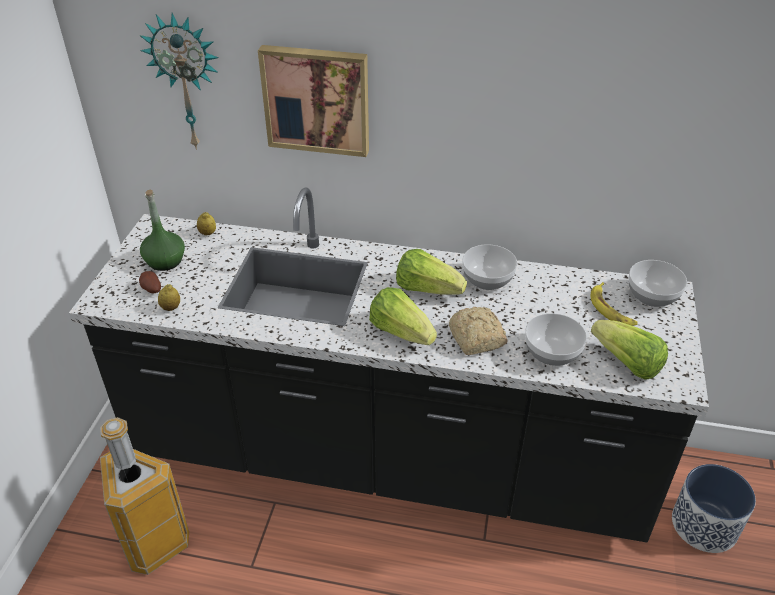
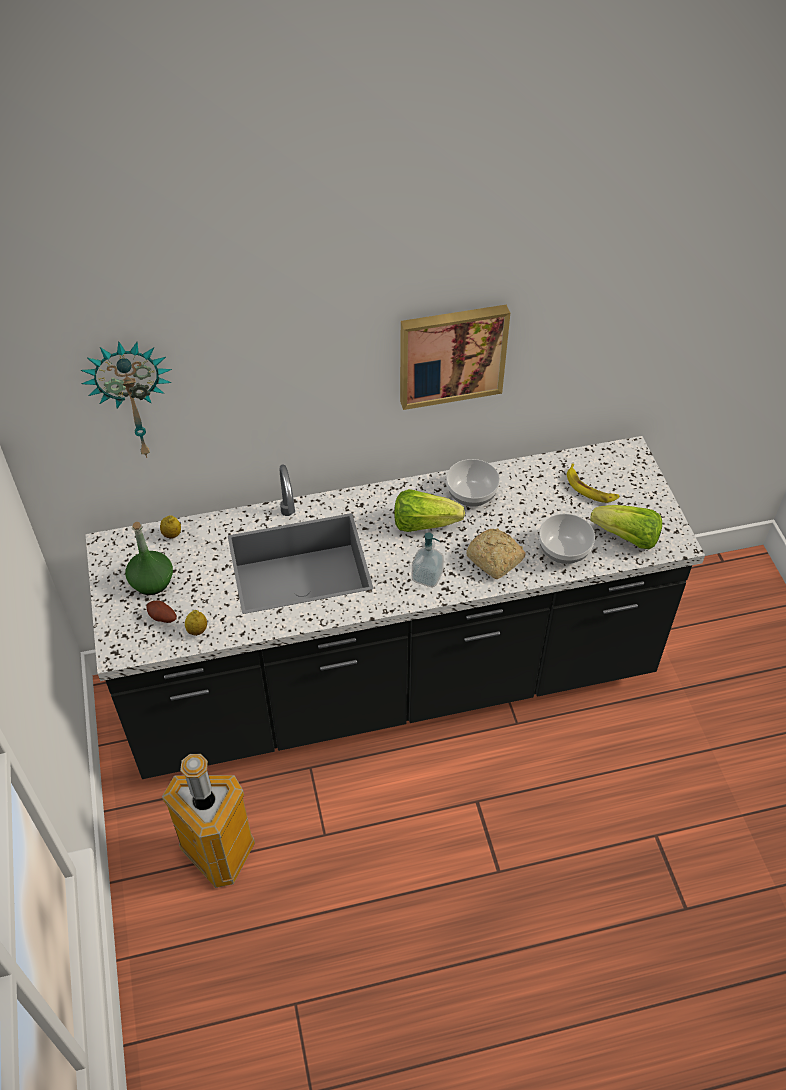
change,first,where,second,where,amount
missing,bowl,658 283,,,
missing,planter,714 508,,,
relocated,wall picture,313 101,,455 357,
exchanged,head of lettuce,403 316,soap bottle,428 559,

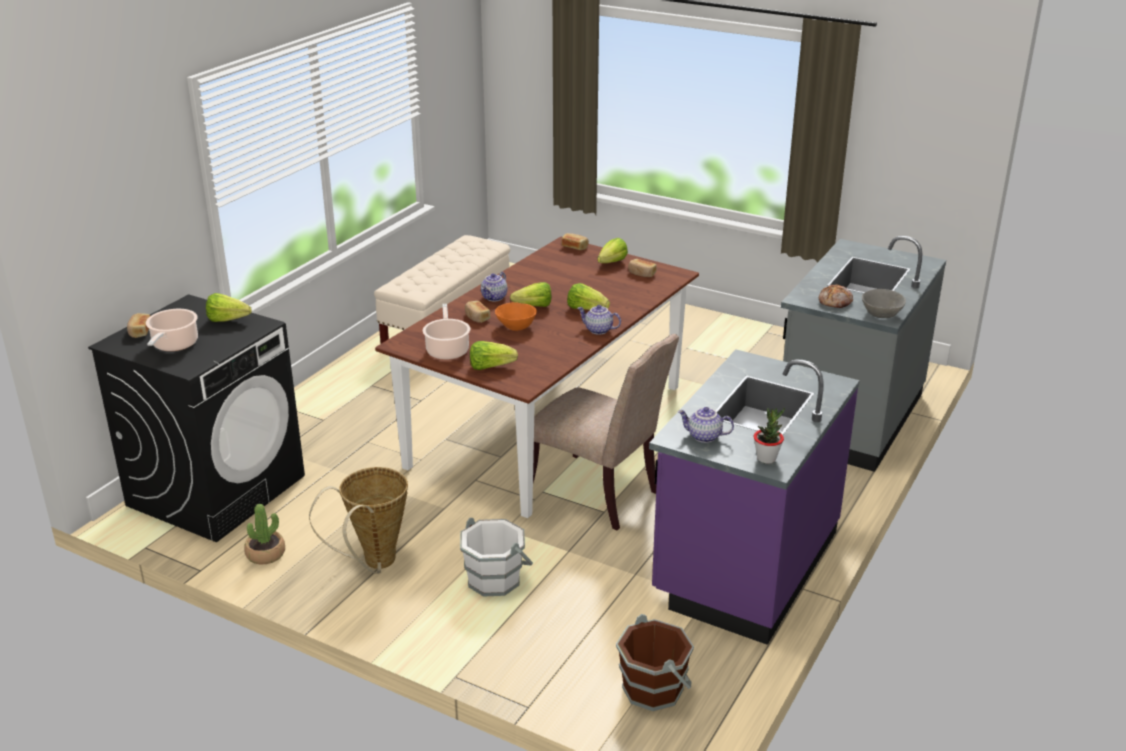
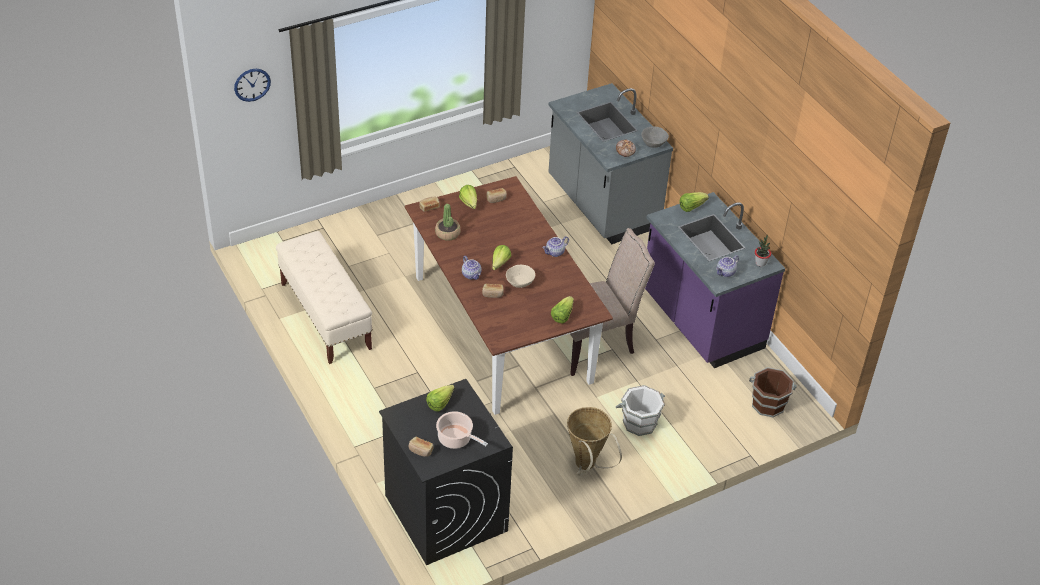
change,first,where,second,where,amount
missing,saucepot,446 332,,,
appeared,,,wall clock,252 85,
relocated,plant in a pot,264 534,,448 222,
relocated,head of lettuce,588 296,,694 202,
colour,bowl (orangey),516 316,bowl (beige-coloured),520 276,

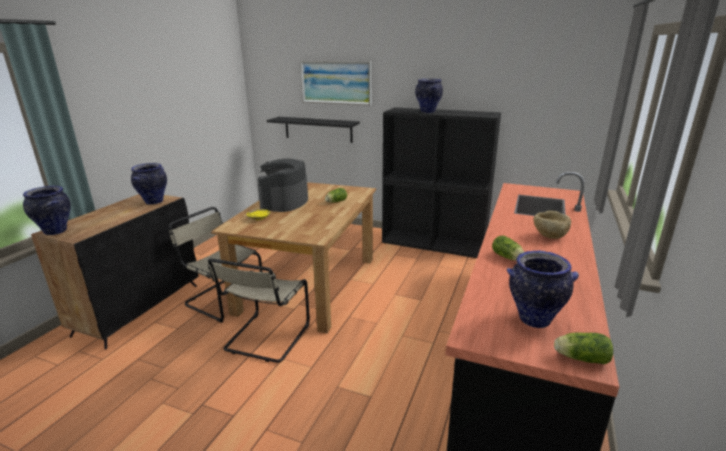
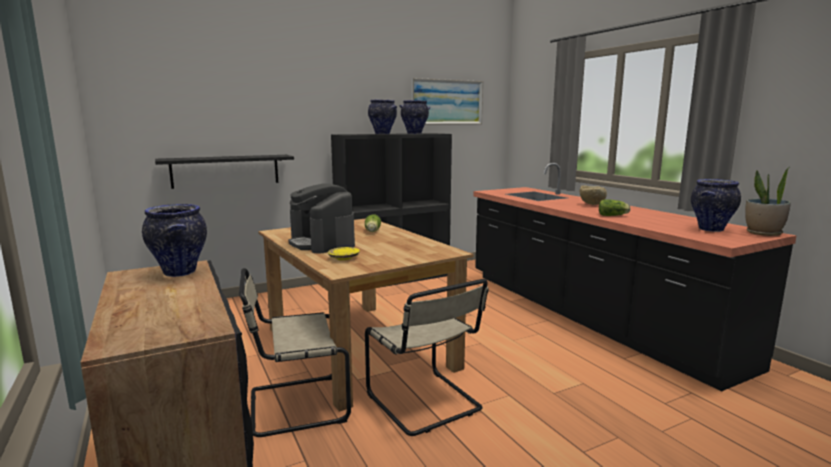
change,first,where,second,where,amount
relocated,flower vase,47 210,,415 117,
relocated,wall picture,335 83,,447 101,
exchanged,head of lettuce,583 348,plant in a pot,768 202,

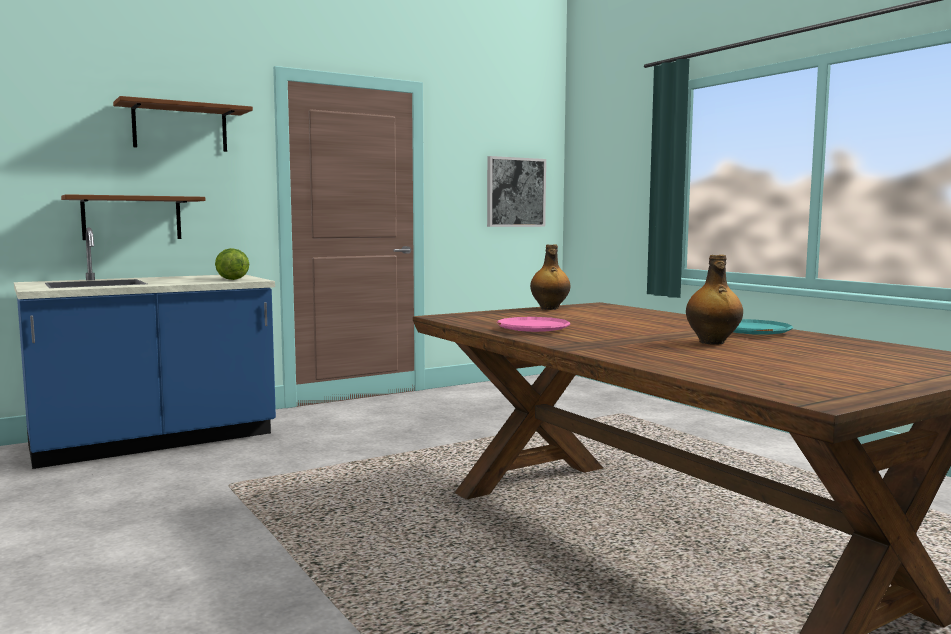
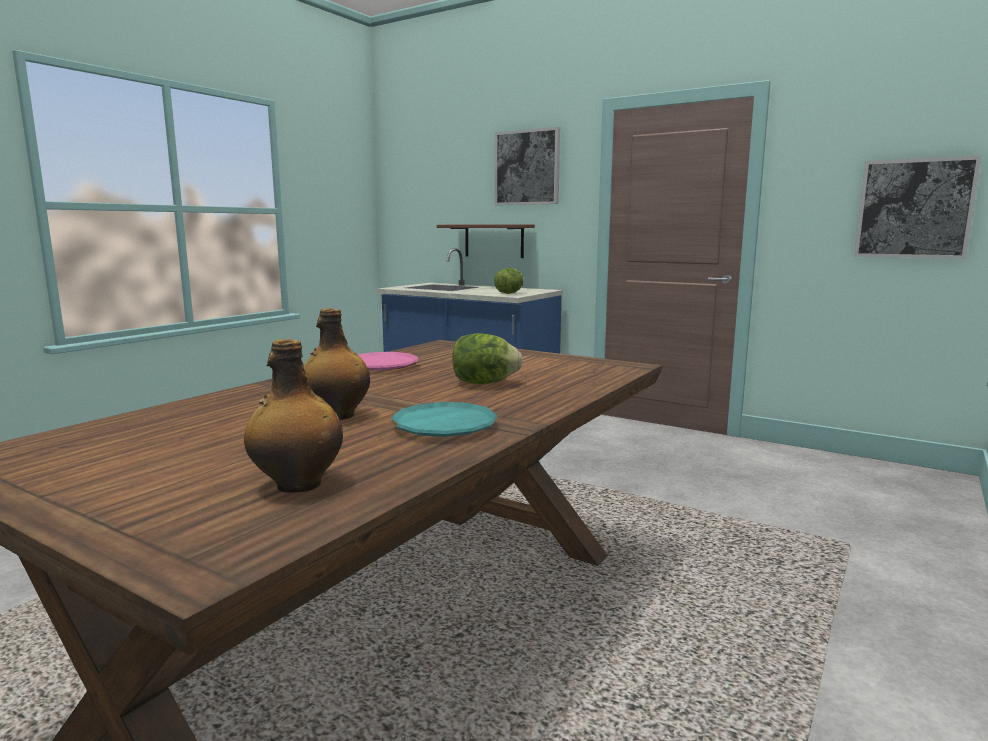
change,first,where,second,where,amount
appeared,,,head of lettuce,488 358,
relocated,beverage bottle,550 277,,293 416,
exchanged,wall shelf (brown),183 124,wall picture,527 166,

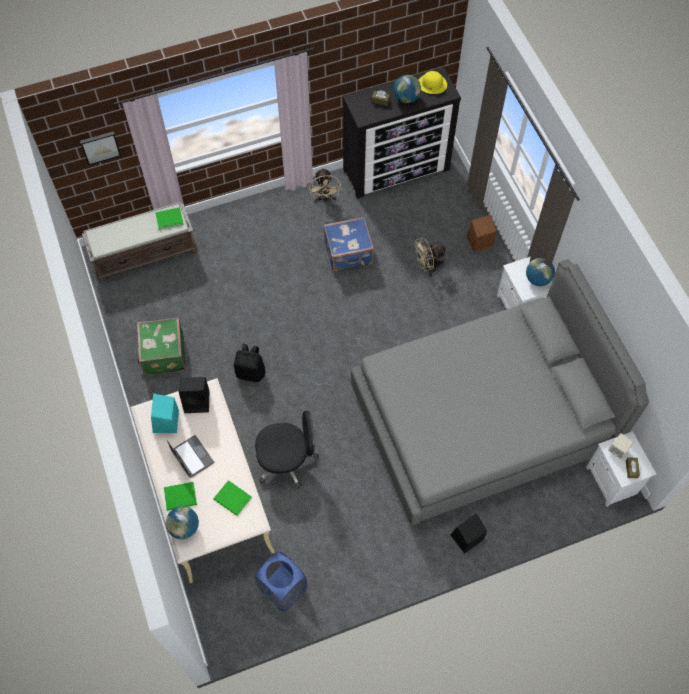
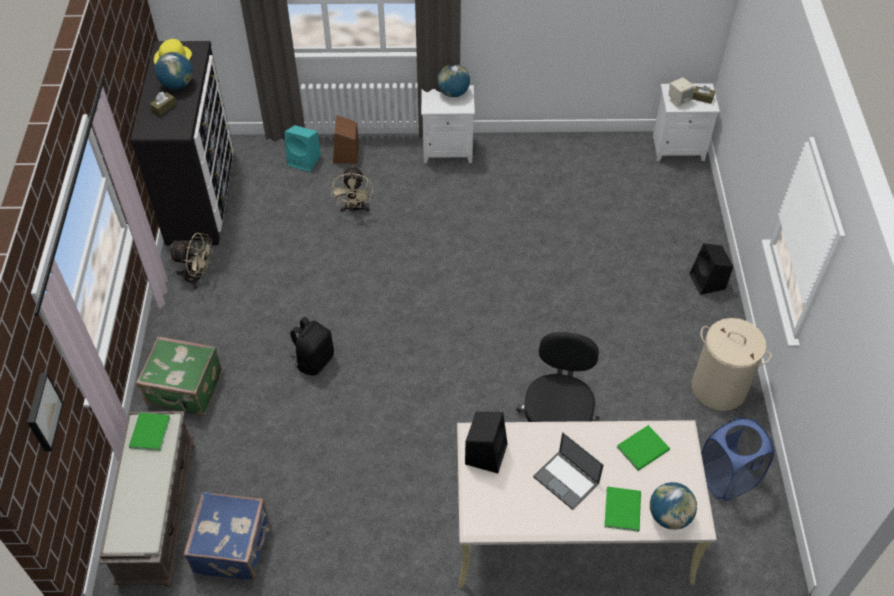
change,first,where,second,where,amount
missing,bedroom bed (greyish),500 392,,,
appeared,,,hamper (beige-coloured),732 364,
relocated,suitcase (green),161 346,,179 376,
relocated,audio speaker (turquoise),165 413,,302 148,
relocated,rucksack (blackish),249 363,,312 346,
relocated,suitcase (blue),348 244,,227 536,
spun,portable computer,191 456,,568 471,120 degrees counterclockwise

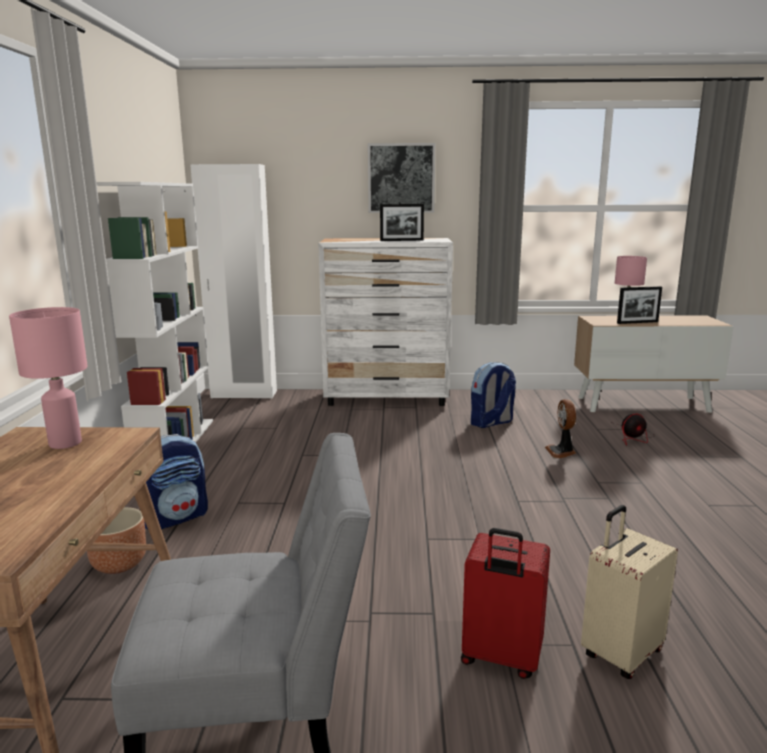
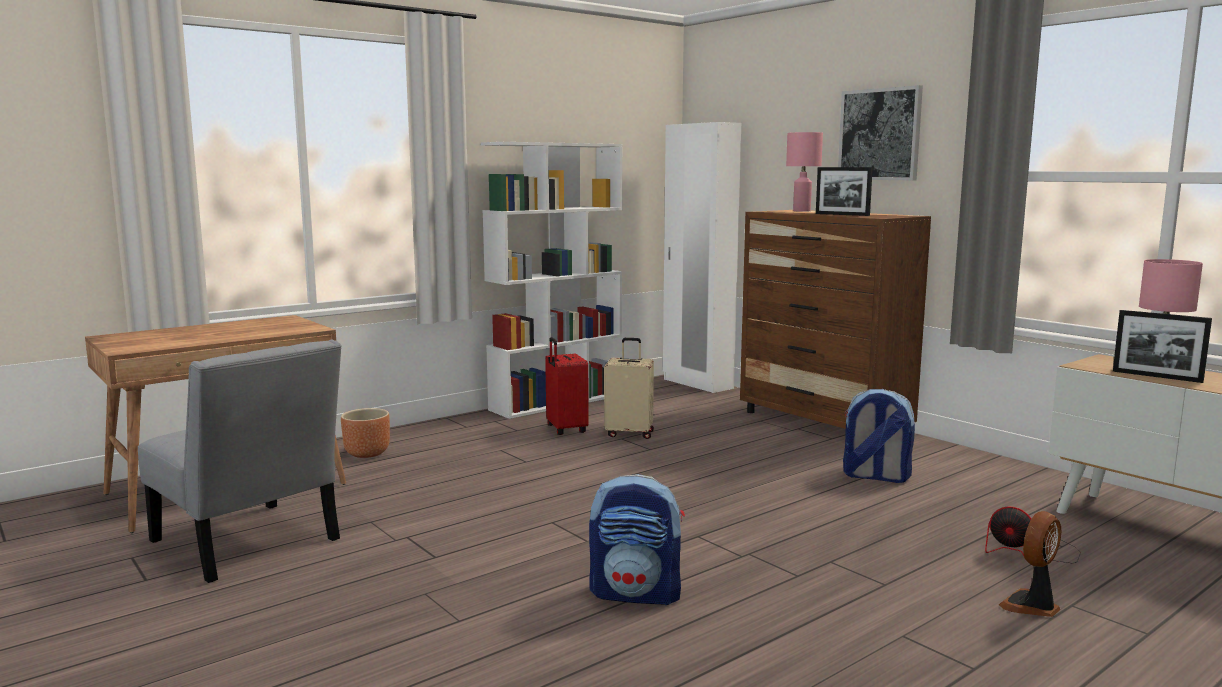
change,first,where,second,where,amount
relocated,table lamp (pink),48 378,,804 172,
relocated,rucksack,176 481,,637 539,
relocated,suitcase (red),505 603,,567 386,
relocated,cooling fan,560 428,,1030 564,
relocated,suitcase (beige-coloured),629 592,,629 388,
colour,chest of drawers (white),385 322,chest of drawers (brown),835 319,

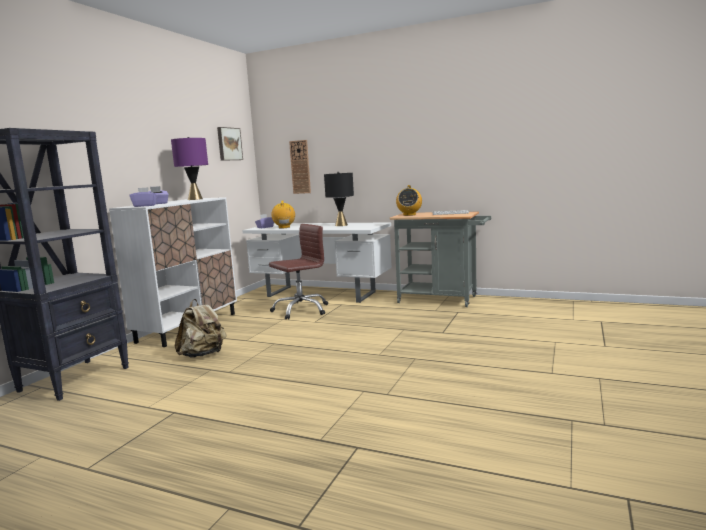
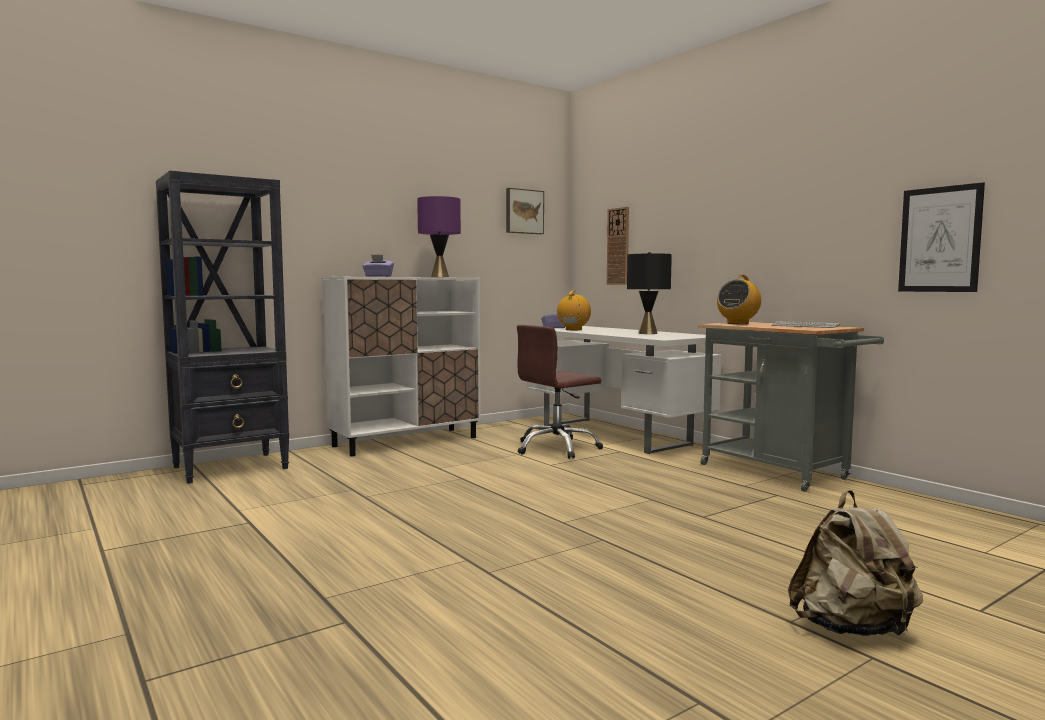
change,first,where,second,where,amount
missing,tissue box (purple),143 197,,,
appeared,,,wall picture,941 237,
relocated,rucksack (beige-coloured),201 328,,855 563,
spun,desk chair (brown),298 271,,560 392,150 degrees clockwise

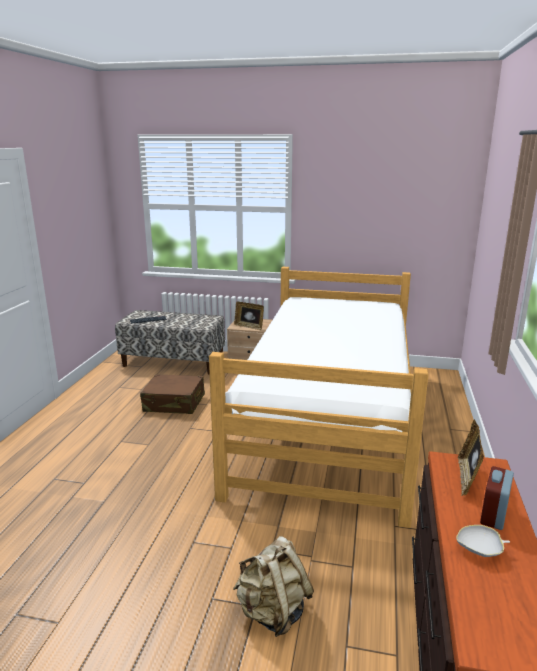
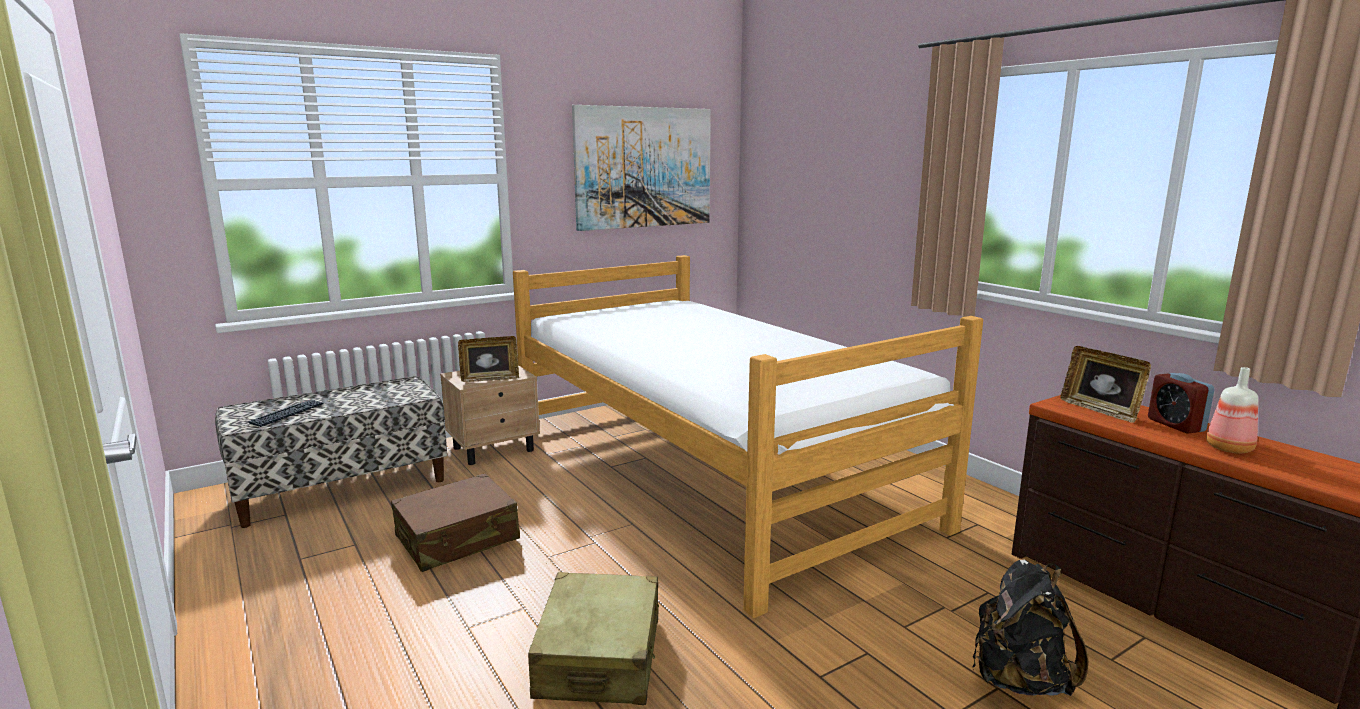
change,first,where,second,where,amount
appeared,,,suitcase (beige-coloured),593 638,
appeared,,,wall picture,641 168,
exchanged,bowl (white),483 541,beverage bottle,1232 410,
colour,rucksack (beige-coloured),273 586,rucksack (blackish),1030 628,

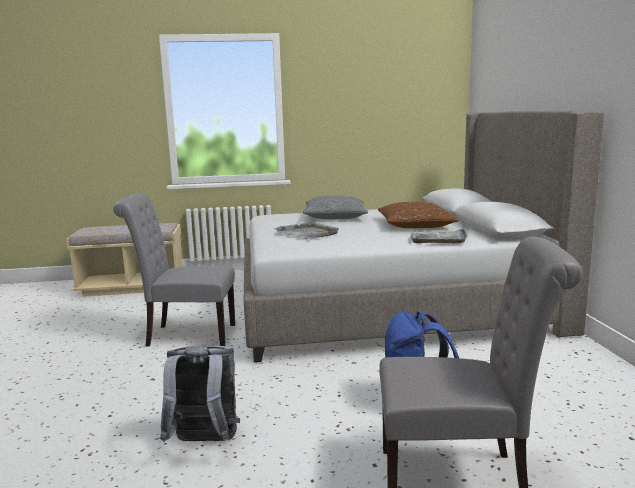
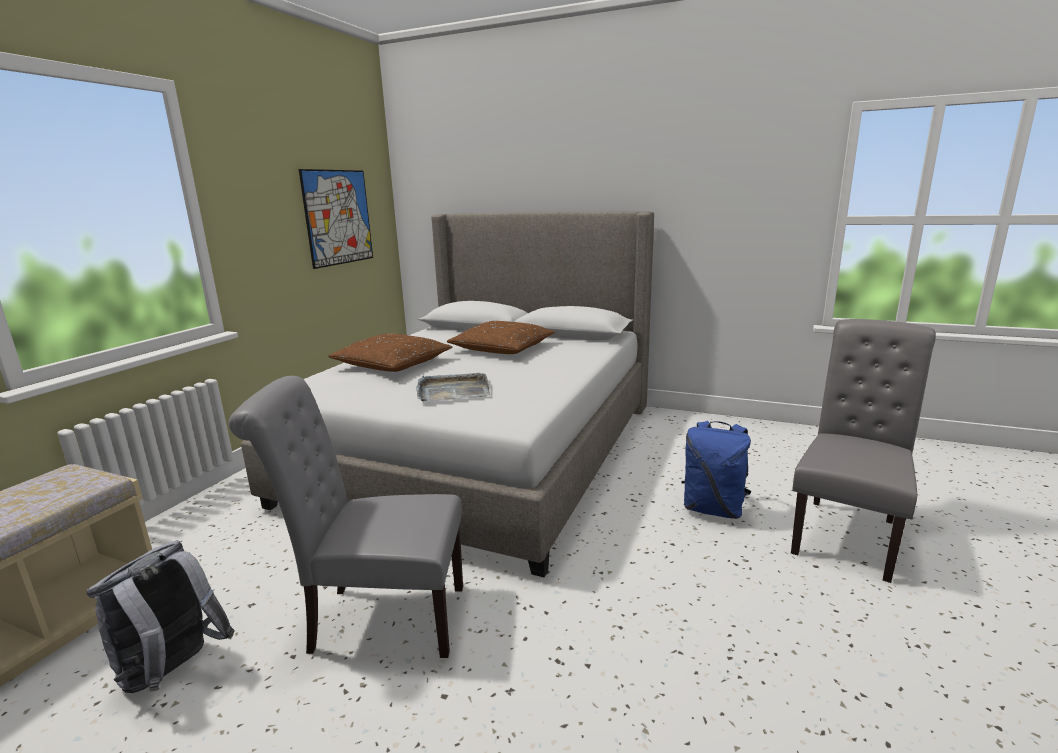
change,first,where,second,where,amount
missing,carrying tray (greyish),439 235,,,
appeared,,,wall picture,336 219,
relocated,rucksack (greyish),200 394,,160 616,
colour,pillow (greyish),335 207,pillow (brown),390 352,
spun,upright chair (greyish),174 270,,345 517,60 degrees clockwise

